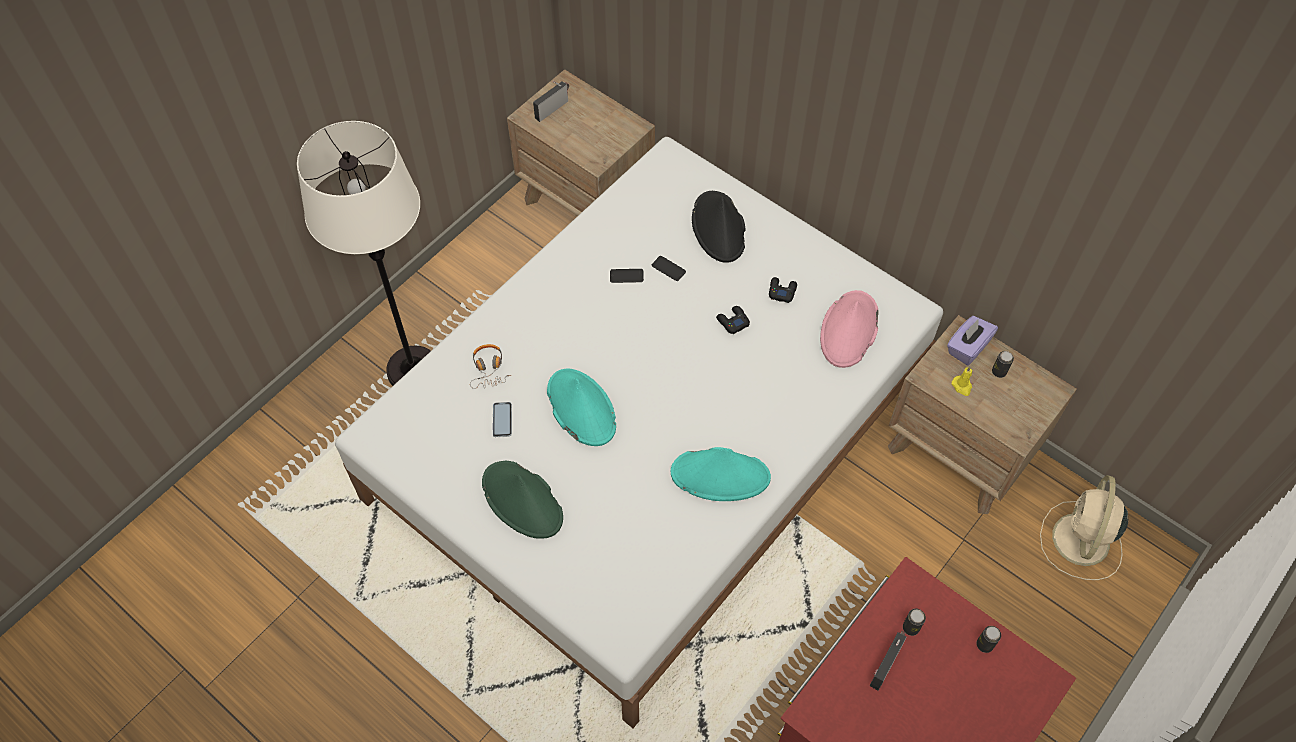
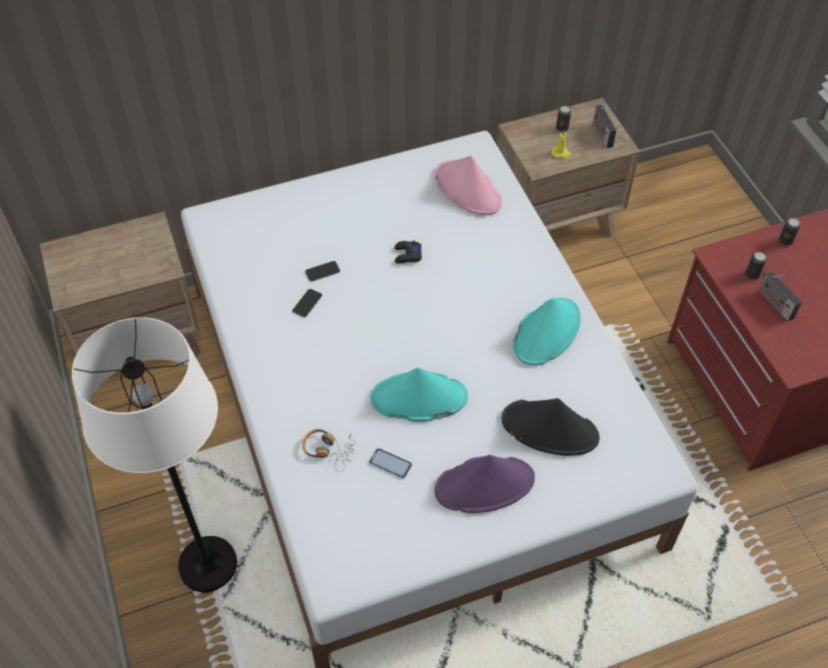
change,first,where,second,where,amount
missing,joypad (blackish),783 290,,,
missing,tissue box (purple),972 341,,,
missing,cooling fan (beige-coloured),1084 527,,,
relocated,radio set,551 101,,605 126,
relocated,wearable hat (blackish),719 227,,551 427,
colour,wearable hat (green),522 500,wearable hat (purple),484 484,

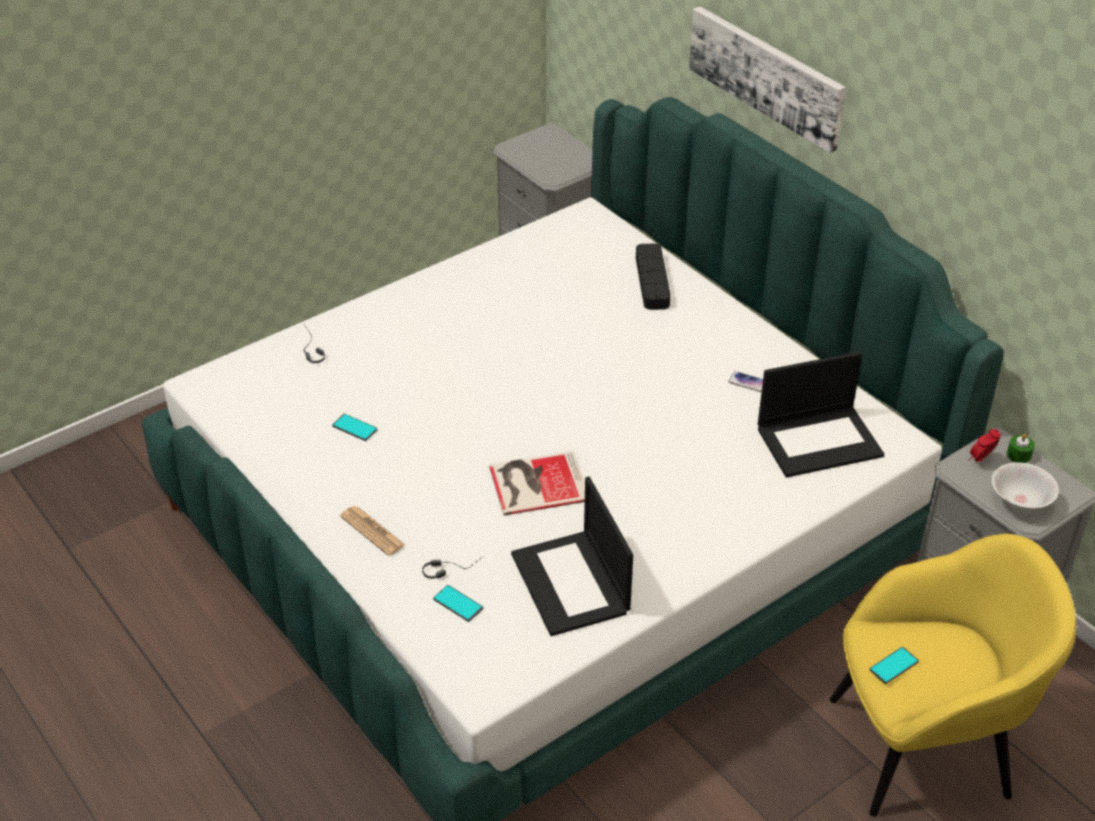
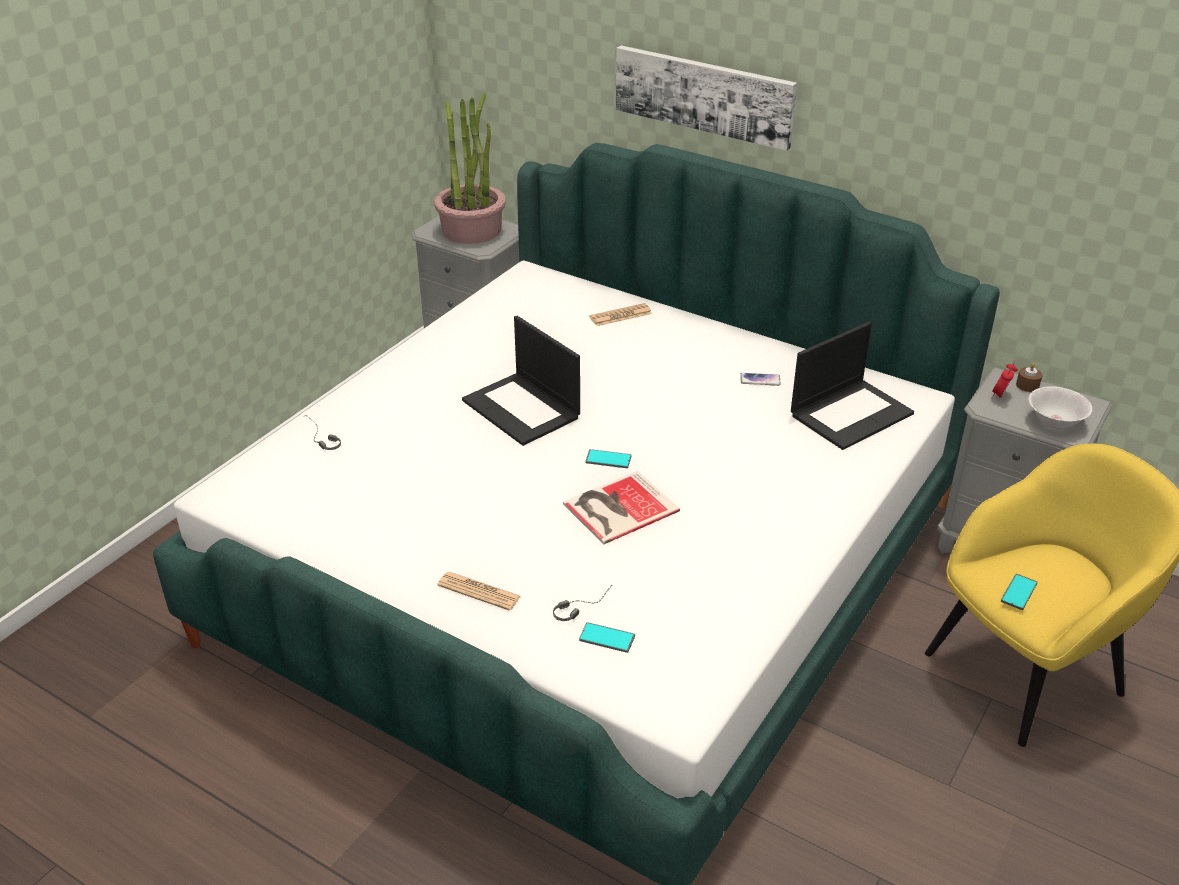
change,first,where,second,where,amount
appeared,,,plant in a pot,470 168,
relocated,handset,355 427,,608 458,
relocated,portable computer,572 556,,521 381,
exchanged,carrying tray (blackish),653 276,printed paper,620 314,
colour,candle (green),1021 448,candle (brown),1029 377,

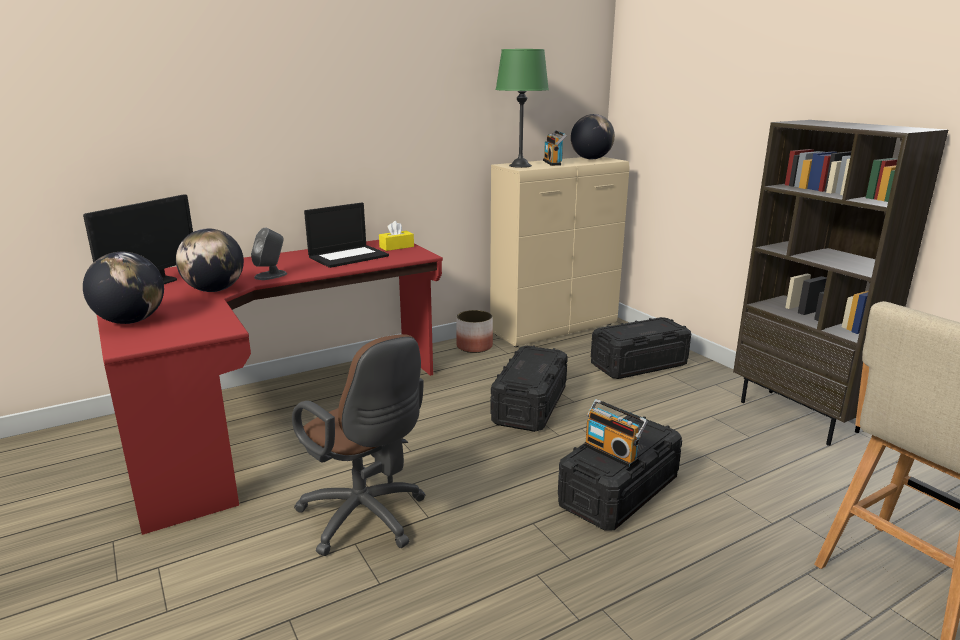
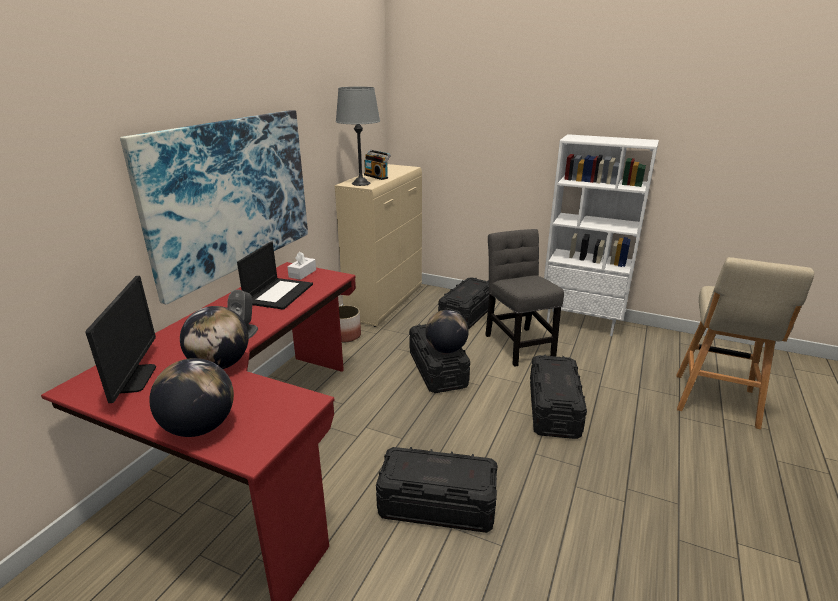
change,first,where,second,where,amount
missing,radio set,616 433,,,
appeared,,,wall picture,214 207,
appeared,,,upright chair (greyish),524 298,
relocated,desk globe,593 136,,447 331,
exchanged,desk chair (brown),359 445,storage bin (blackish),437 490,
colour,tissue box (yellowish),396 236,tissue box (white),301 265,
colour,table lamp (green),522 108,table lamp (greyish),358 136,
colour,bookcase (brown),840 283,bookcase (white),601 235,

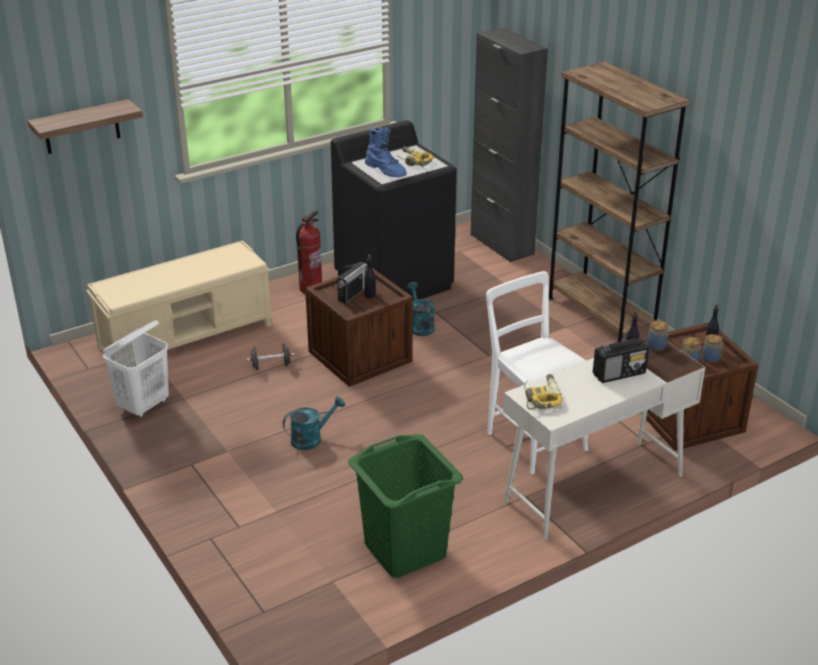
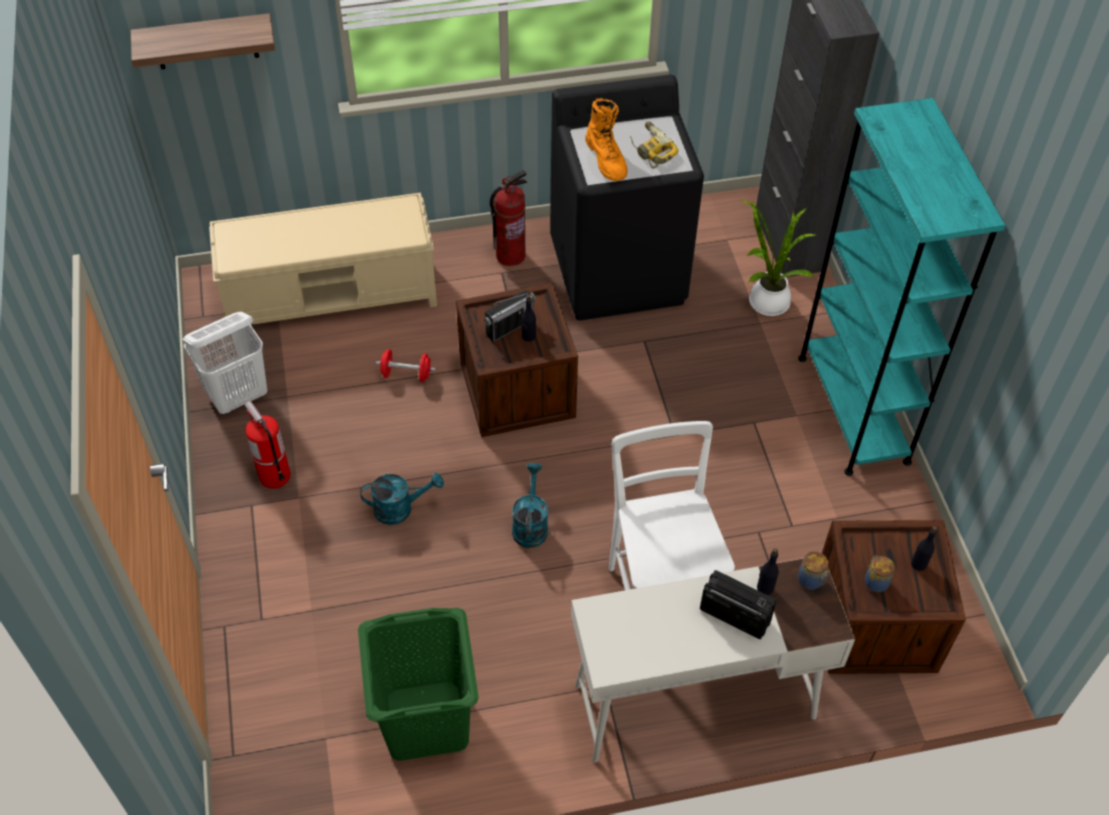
change,first,where,second,where,amount
missing,electric drill,543 392,,,
missing,preserve jar,713 348,,,
appeared,,,fire extinguisher,268 445,
appeared,,,plant in a pot,778 258,
relocated,watering pot (turquoise),421 309,,530 505,
colour,dumbbell (blackish),270 357,dumbbell (red),406 365,
colour,boot (blue),386 152,boot (orangey),606 139,
colour,bookcase (brown),619 202,bookcase (turquoise),902 287,
spun,radio set,621 360,,738 604,150 degrees counterclockwise

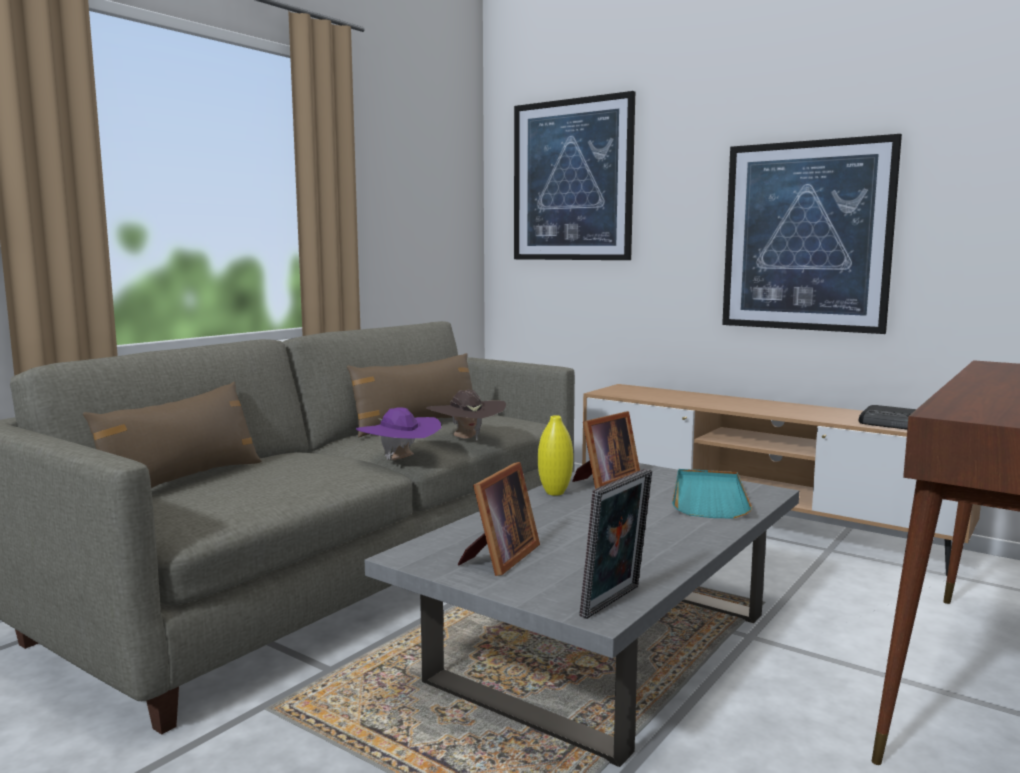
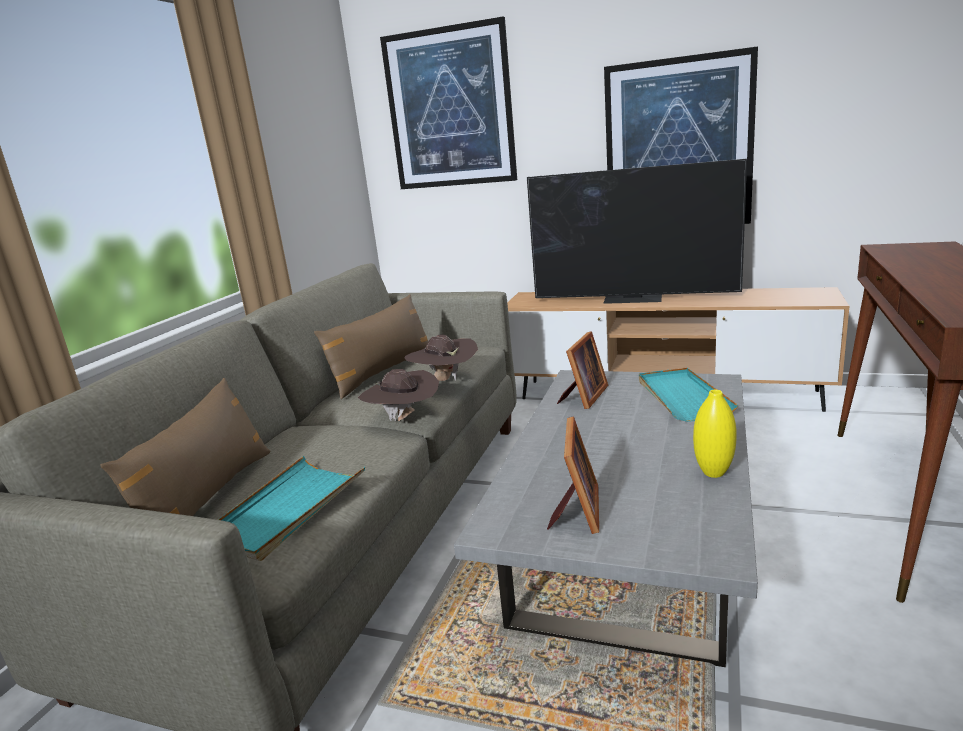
change,first,where,second,where,amount
missing,photo frame,616 544,,,
missing,radio set,887 417,,,
appeared,,,carrying tray (turquoise),291 508,
appeared,,,TV set,637 231,
relocated,flower vase (yellowish),555 455,,715 434,
colour,wearable hat (purple),398 433,wearable hat (brown),398 395,

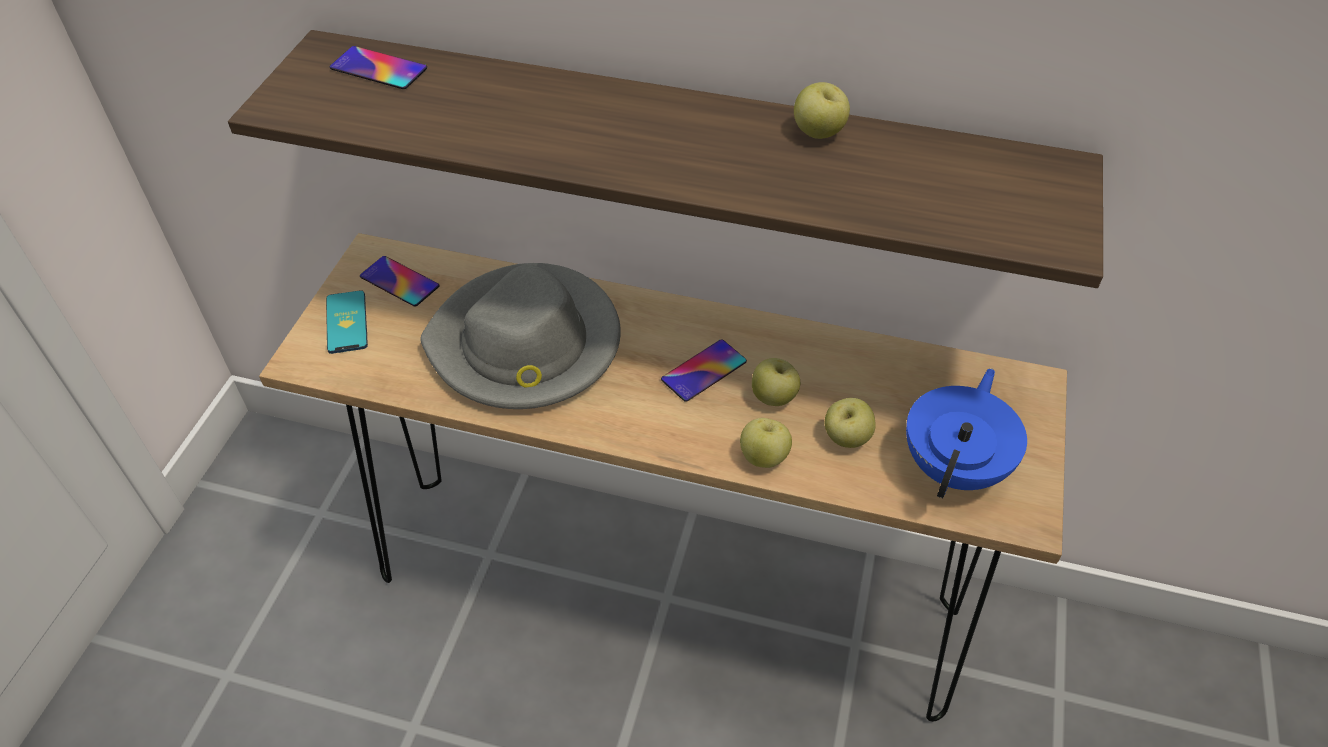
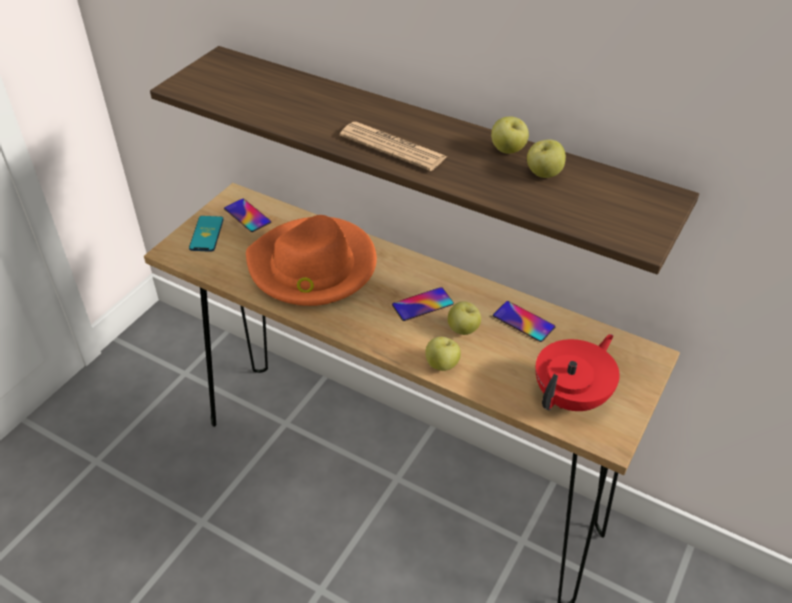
change,first,where,second,where,amount
appeared,,,printed paper,393 146,
relocated,handset,378 67,,524 321,
relocated,apple,850 423,,546 158,
colour,wearable hat (greyish),520 336,wearable hat (orangey),311 260,
colour,pot for tea (blue),966 433,pot for tea (red),577 372,

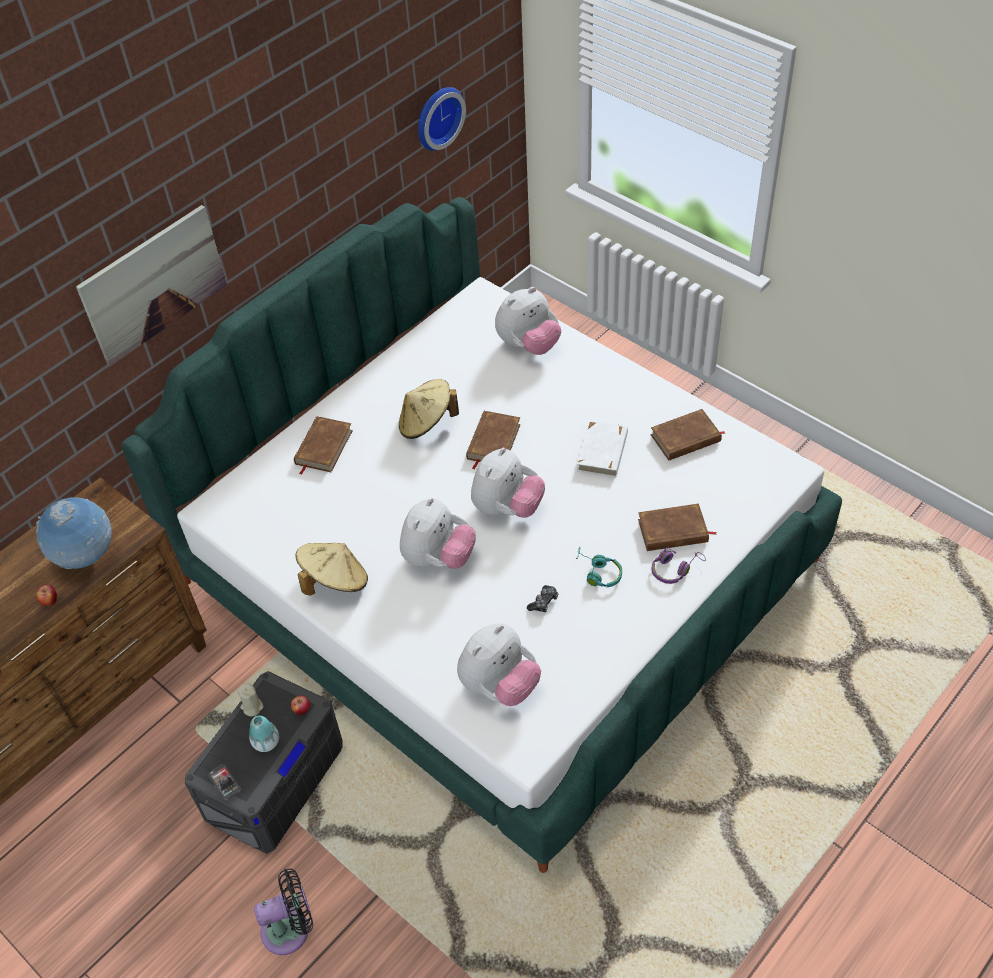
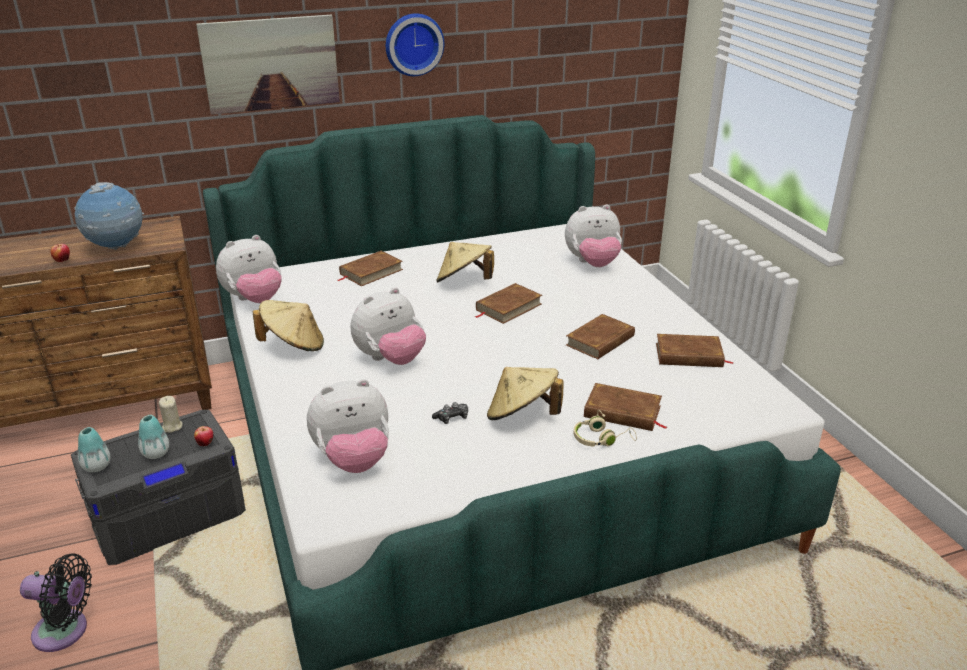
change,first,where,second,where,amount
relocated,wall clock,442 119,,415 44,
relocated,soft toy,508 482,,249 269,
exchanged,handset,225 782,flower vase,94 449,
exchanged,headphones (turquoise),599 567,wearable hat (beige-coloured),525 393,
colour,volume (white),602 449,volume (brown),600 336,
colour,headphones (purple),679 565,headphones (beige-coloured),605 428,

